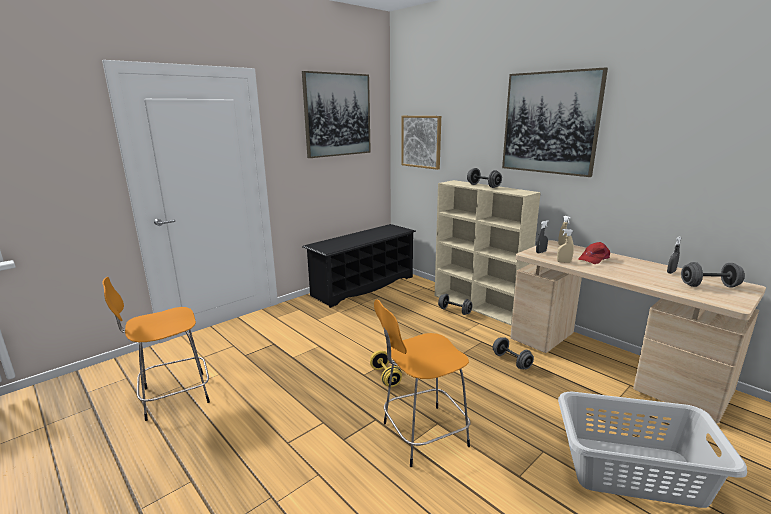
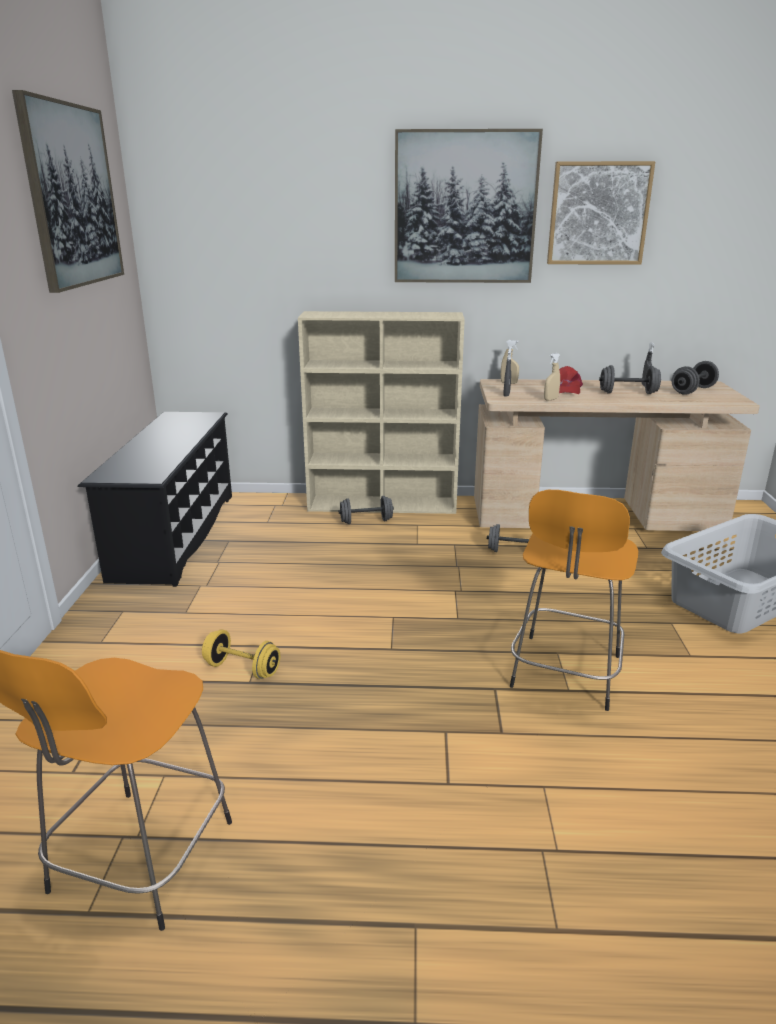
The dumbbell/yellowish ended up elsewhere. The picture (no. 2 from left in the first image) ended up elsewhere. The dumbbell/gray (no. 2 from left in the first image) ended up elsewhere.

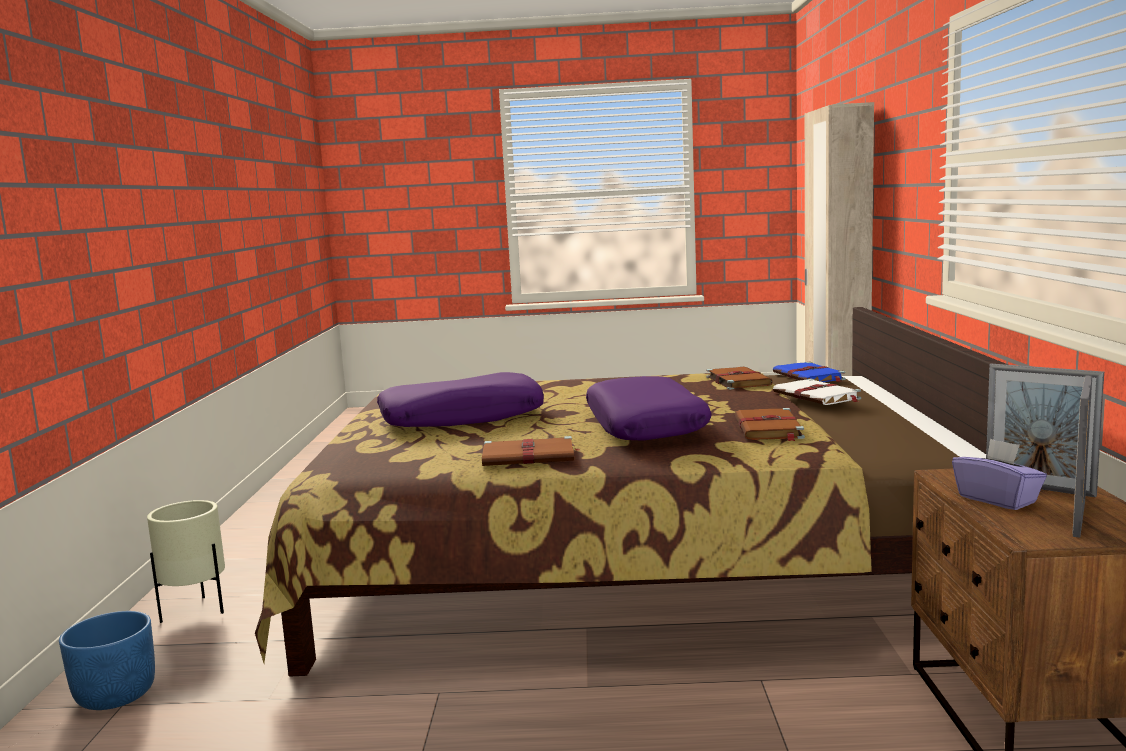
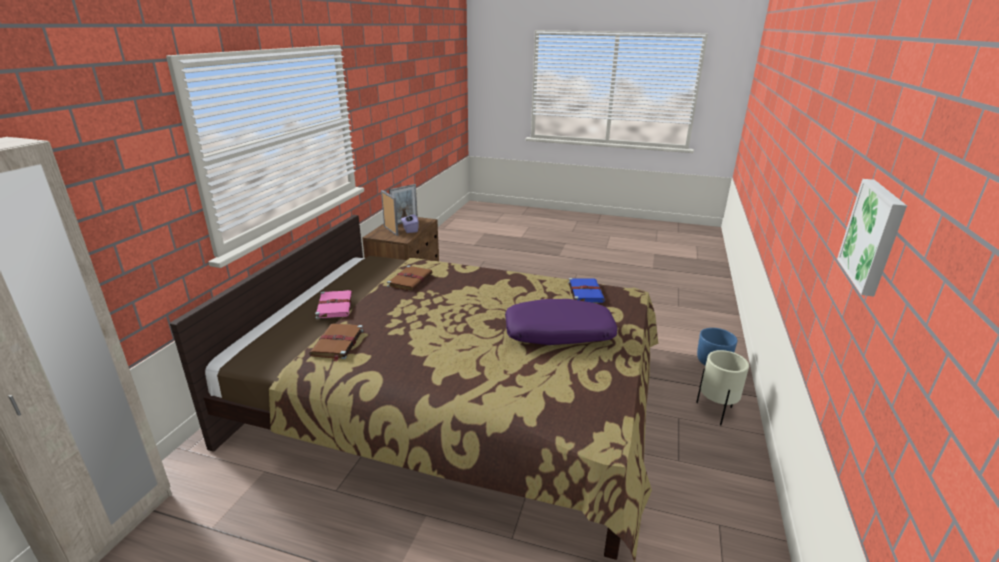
The second view lost the bound book/brown-coloured (no. 1 from left). The second view lost the throw pillow/purplish (no. 2 from left). The second view gained the picture. The bound book/bluish ended up elsewhere. What was the bound book/whitish turned into the bound book/pink.

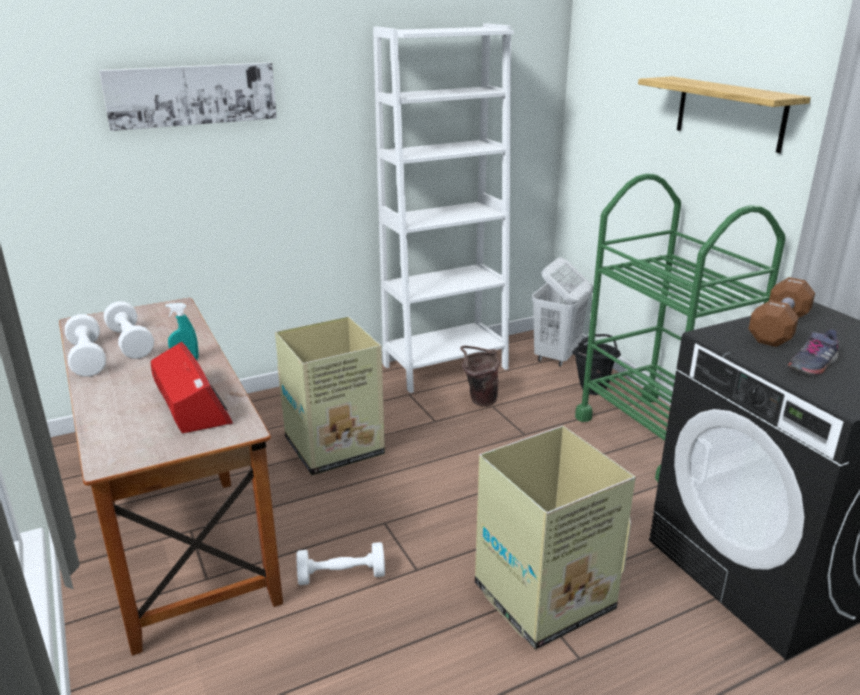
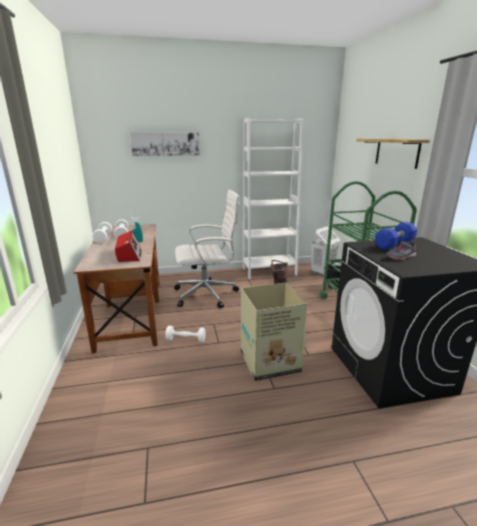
Where the cardboard box (no. 1 from left) stood, the computer chair/whitish came to stand. What was the dumbbell/brown-coloured turned into the dumbbell/bluish.

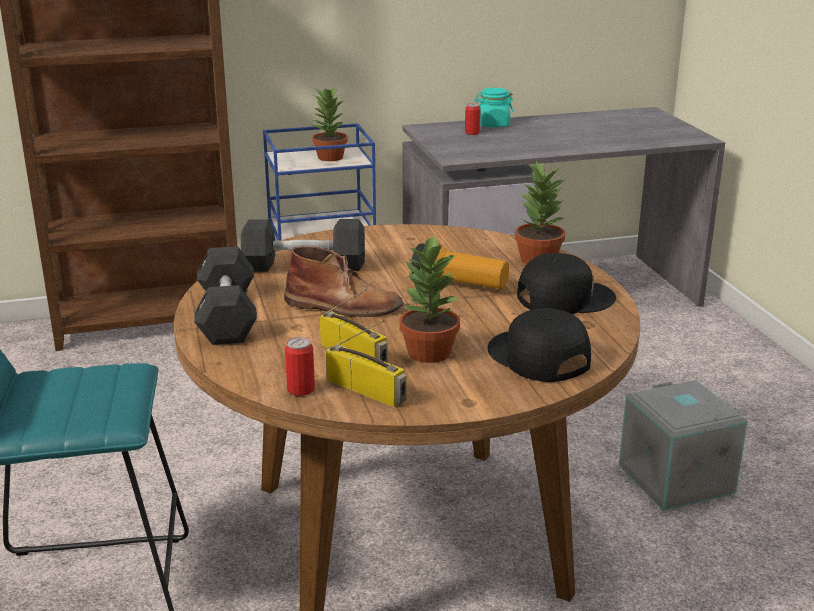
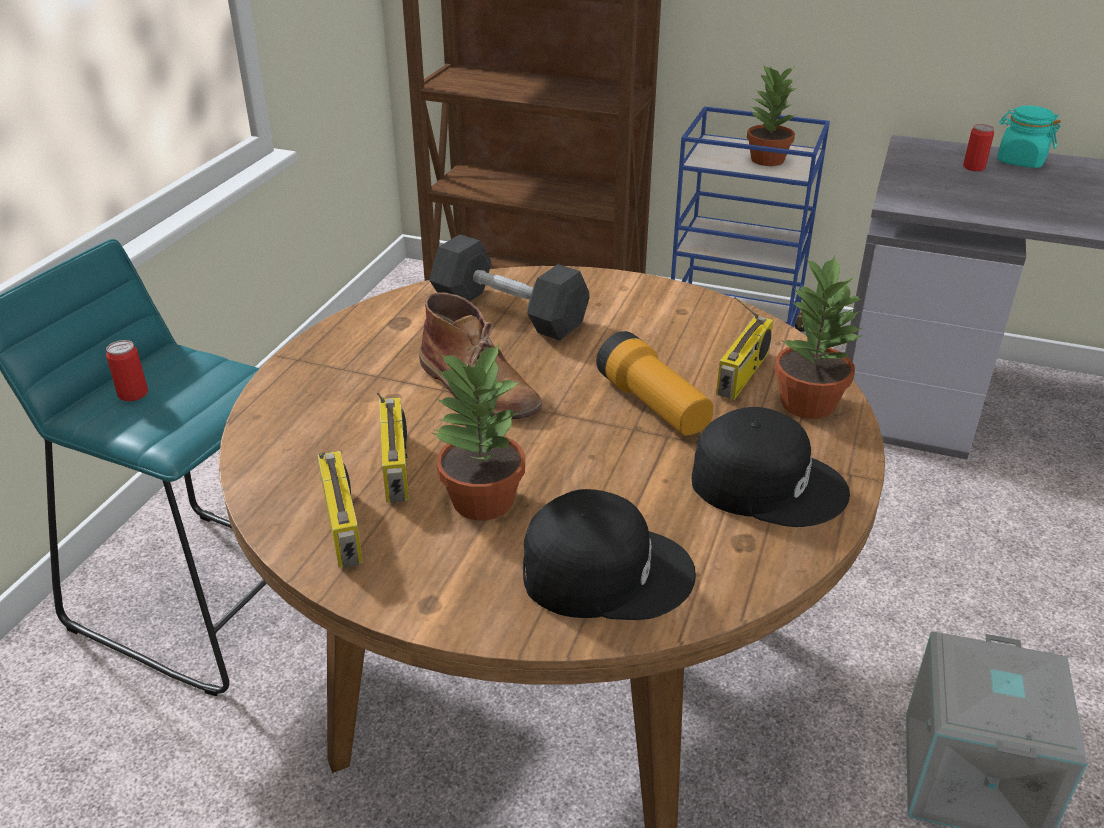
The second view lost the dumbbell/black-coloured (no. 1 from left). The second view gained the radio (no. 3 from left). The can (no. 1 from left) ended up elsewhere. The baseball cap/black-coloured (no. 1 from left) ended up facing another way, 90 degrees clockwise from before.

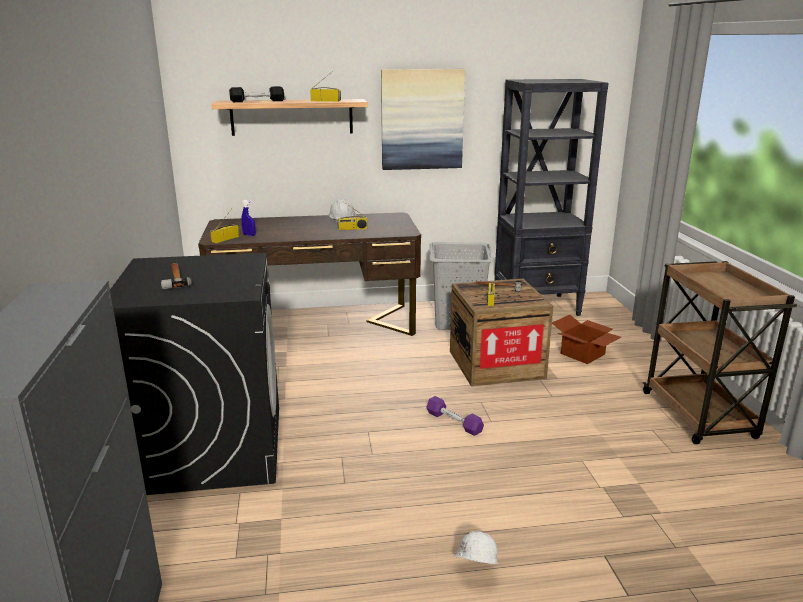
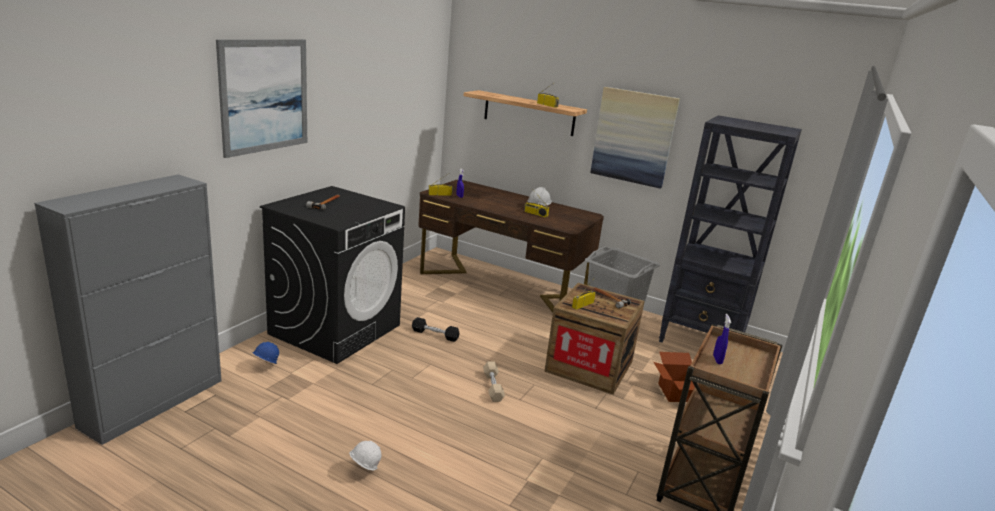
The second view gained the picture (no. 1 from left). The second view gained the work helmet/bluish. The second view gained the sprayer/bluish (no. 2 from left). The dumbbell/black-coloured ended up elsewhere. What was the dumbbell/purplish turned into the dumbbell/beige-coloured.

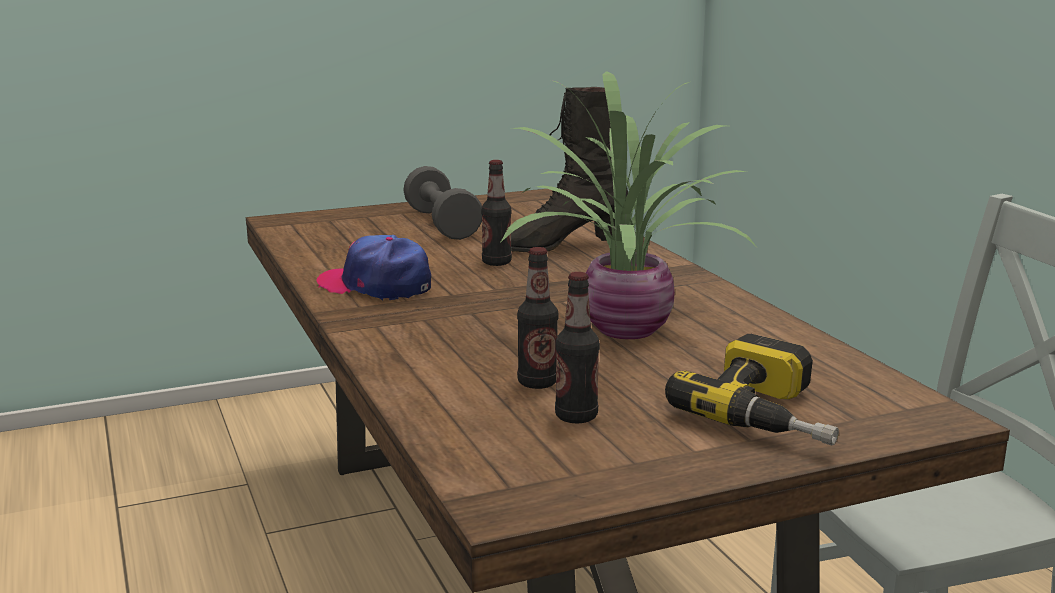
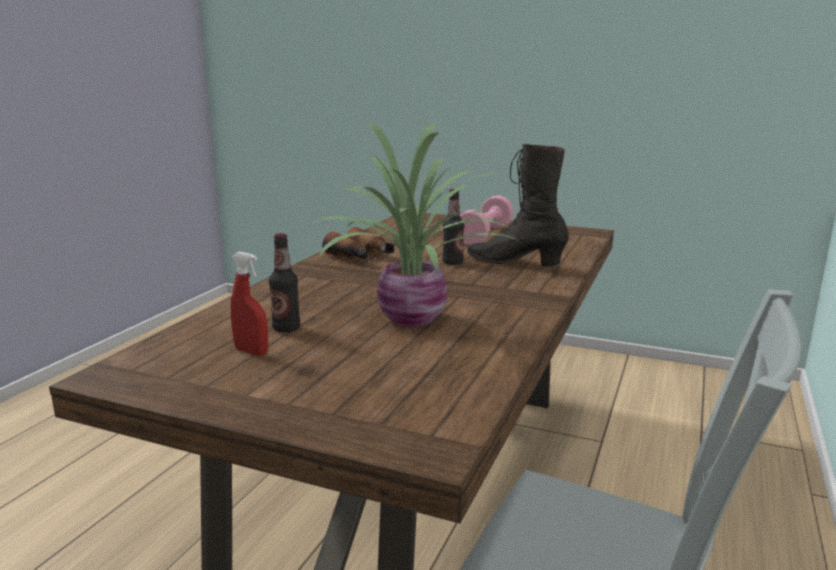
The second view lost the drill. Where the baseball cap stood, the binoculars came to stand. Where the beverage bottle (no. 3 from left) stood, the sprayer/red came to stand. What was the dumbbell/gray turned into the dumbbell/pink.

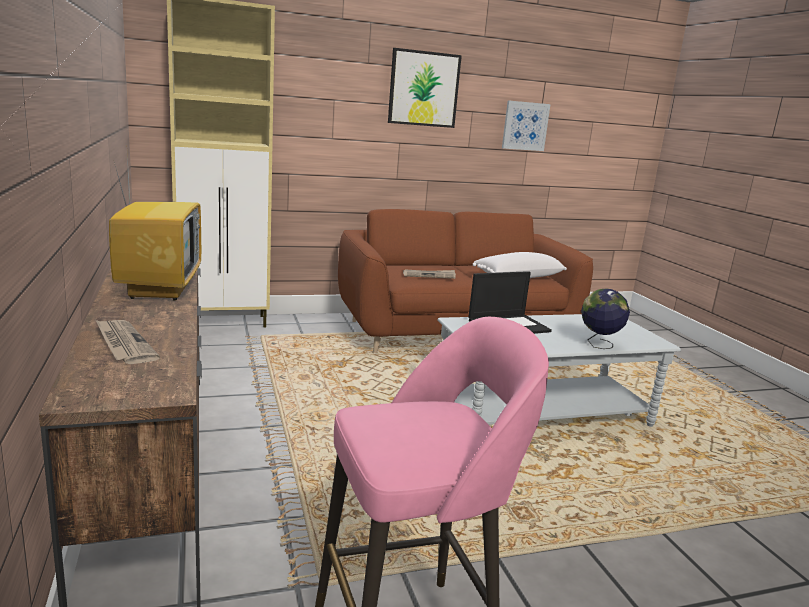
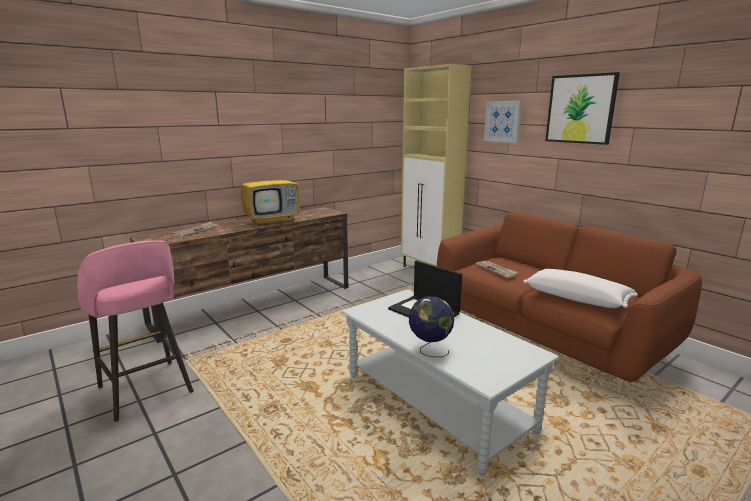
The picture (no. 2 from left in the first image) ended up elsewhere.

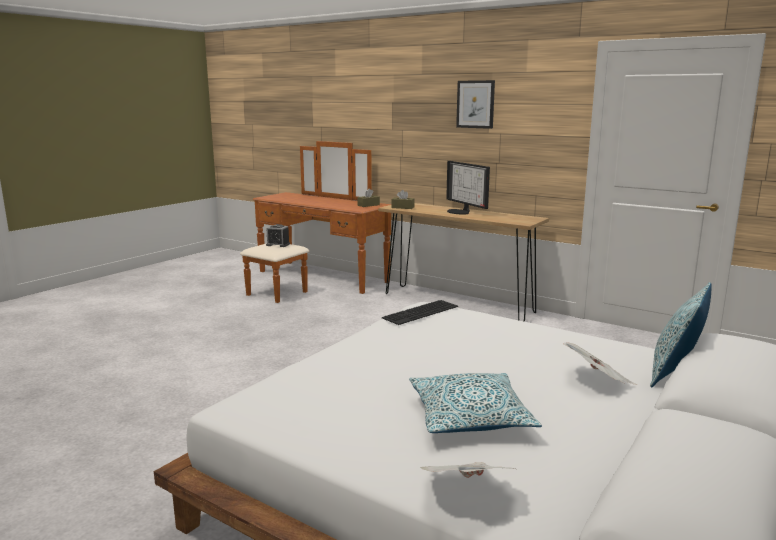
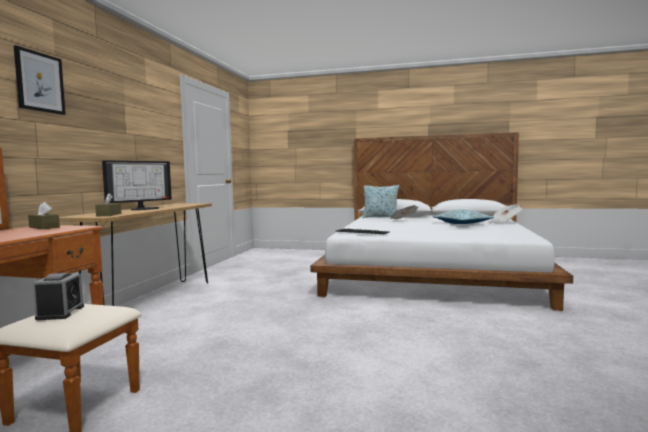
The picture ended up elsewhere.

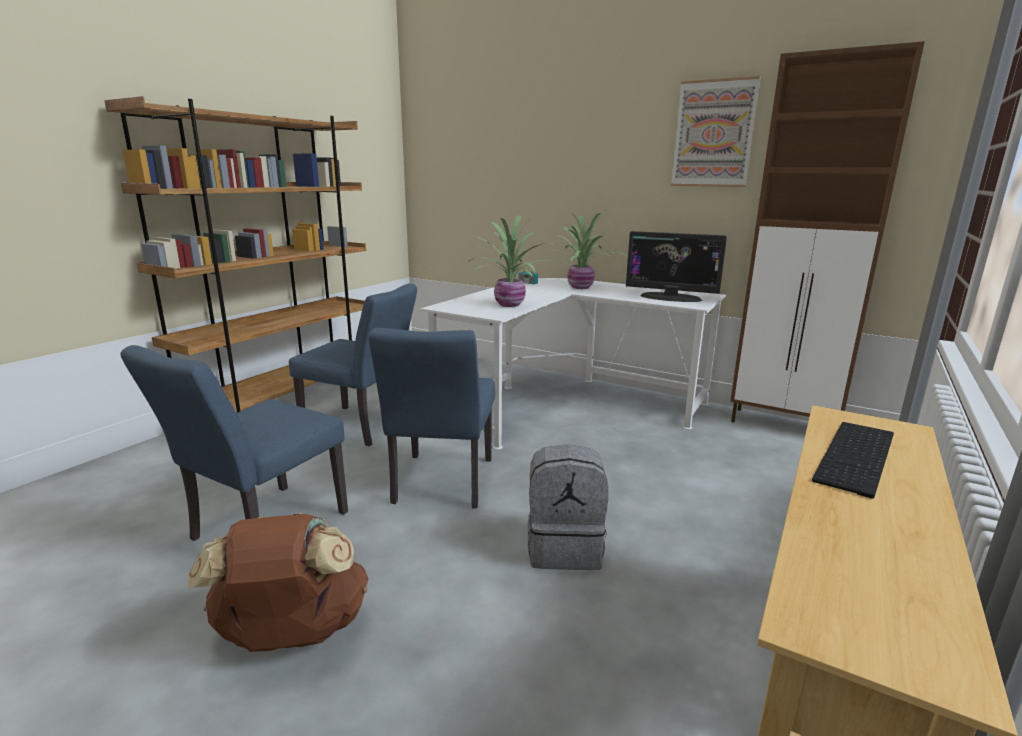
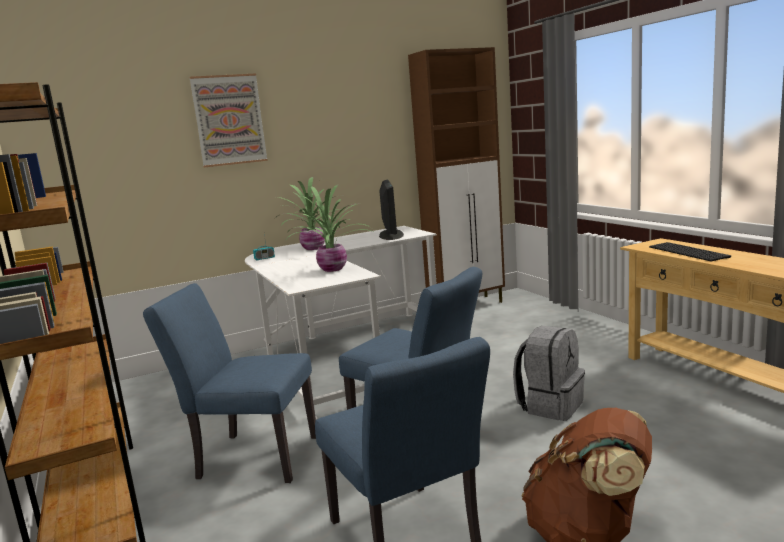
The picture ended up elsewhere. The upright chair/bluish (no. 2 from left in the first image) ended up facing another way, 135 degrees counterclockwise from before. The monitor ended up facing another way, 60 degrees counterclockwise from before.

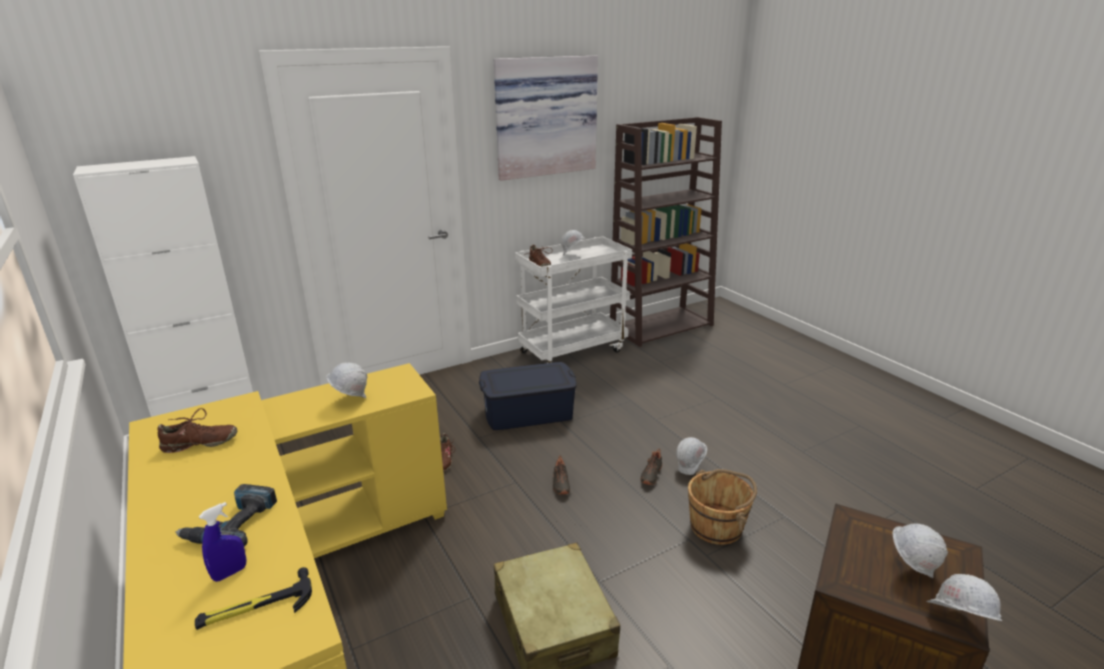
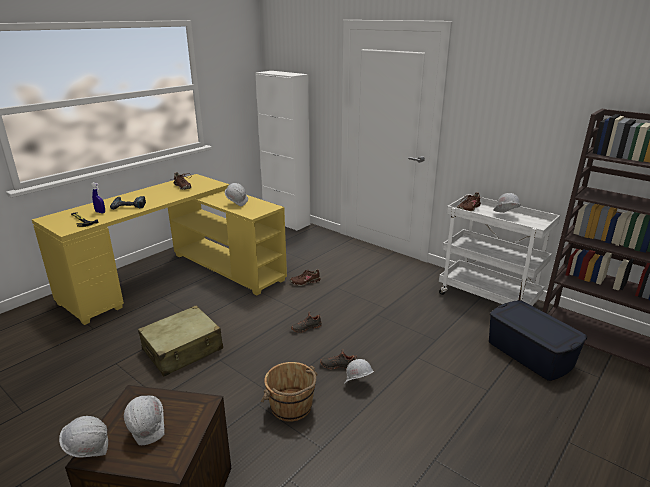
The second view lost the picture. The storage bin/bluish ended up elsewhere.

